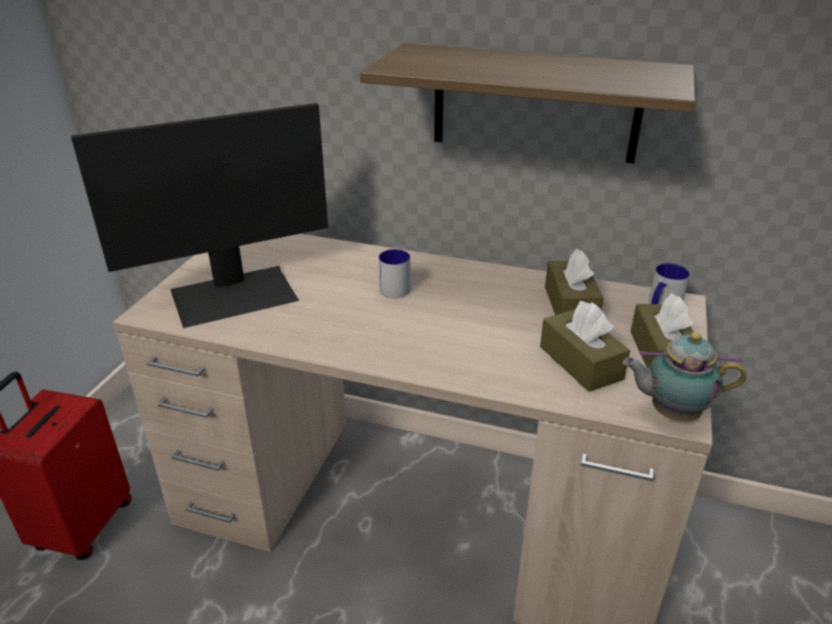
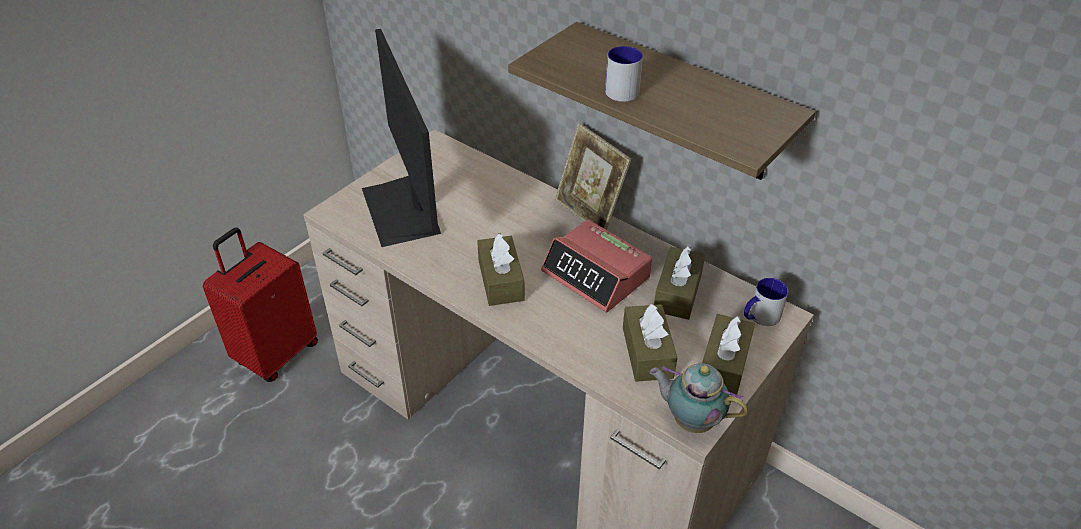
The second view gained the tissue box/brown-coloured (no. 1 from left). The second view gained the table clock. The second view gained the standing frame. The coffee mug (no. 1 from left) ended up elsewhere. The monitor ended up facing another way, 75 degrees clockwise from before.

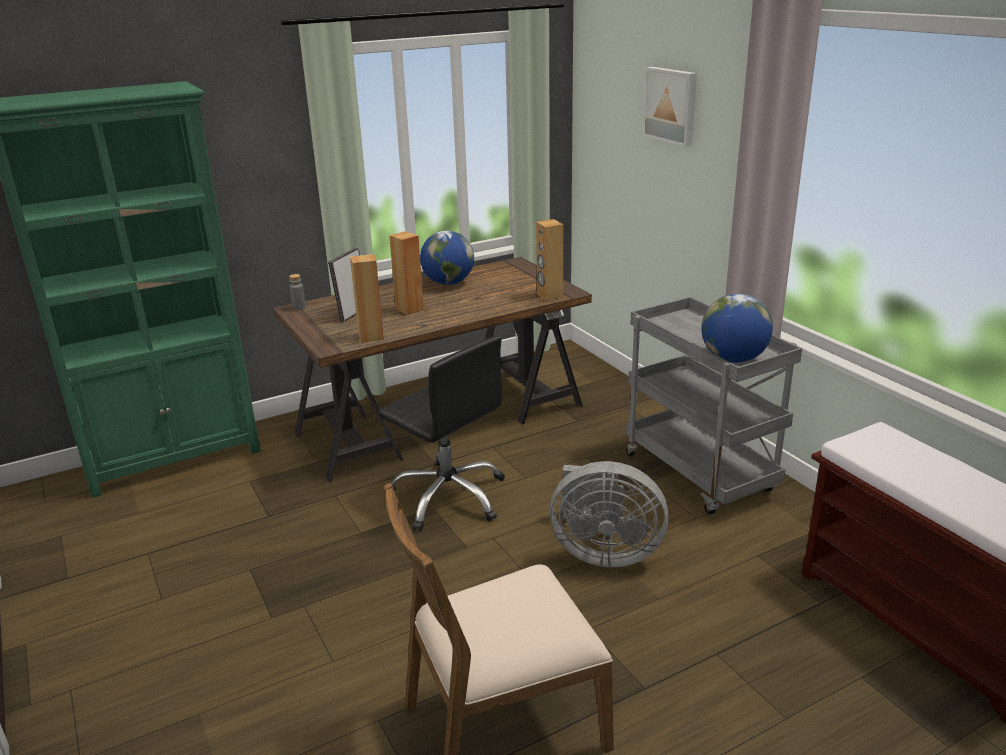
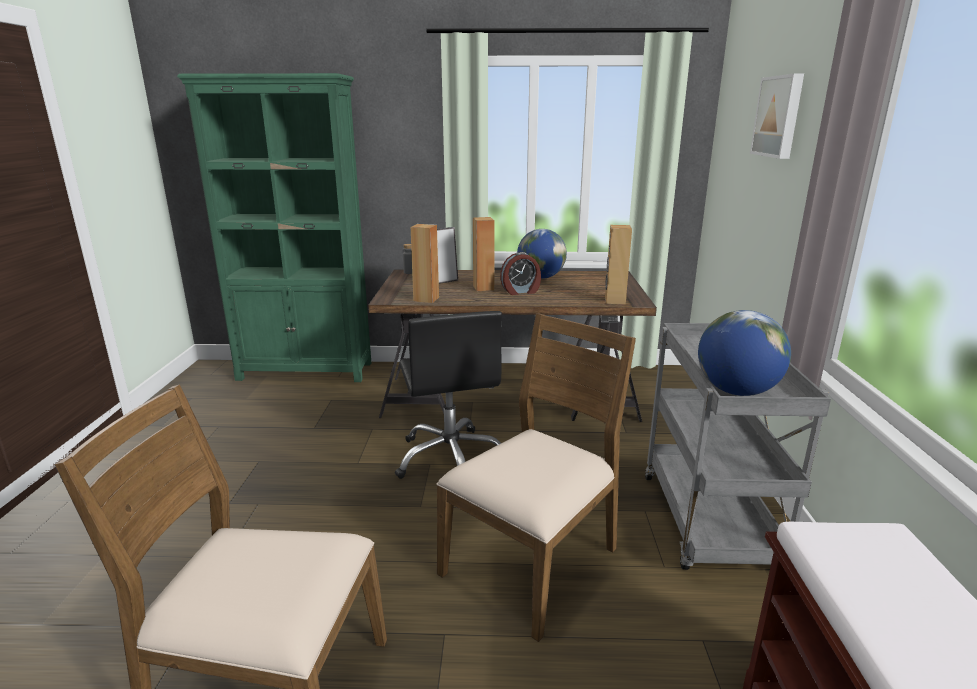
The second view gained the table clock. Where the electric fan/gray stood, the upright chair/brown-coloured (no. 2 from left) came to stand.

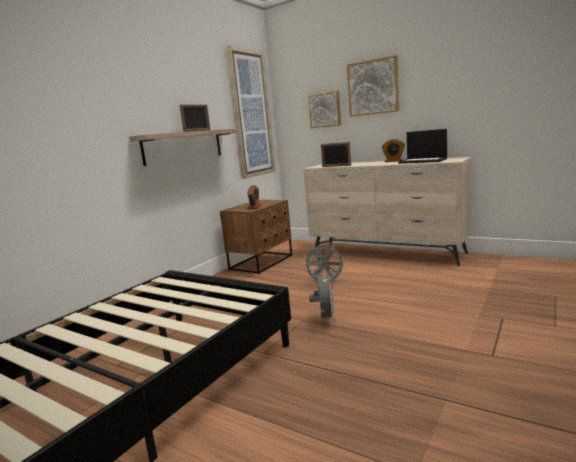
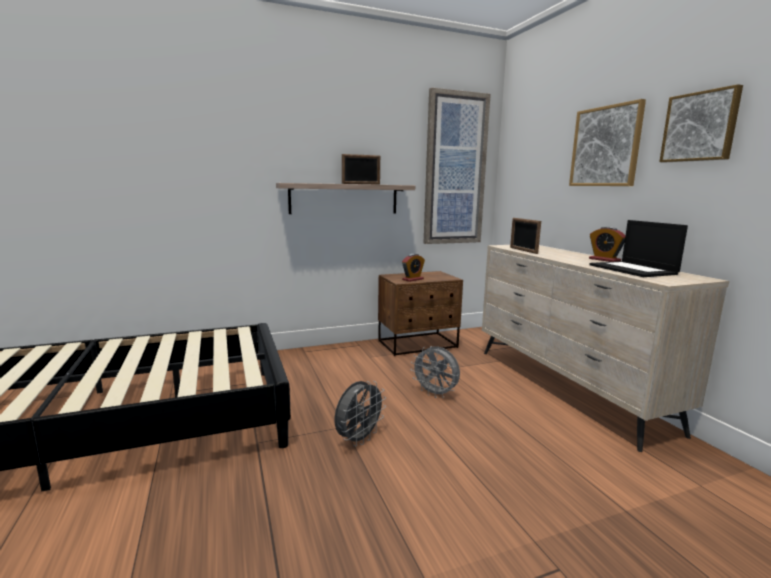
The picture (no. 2 from left in the first image) ended up elsewhere.

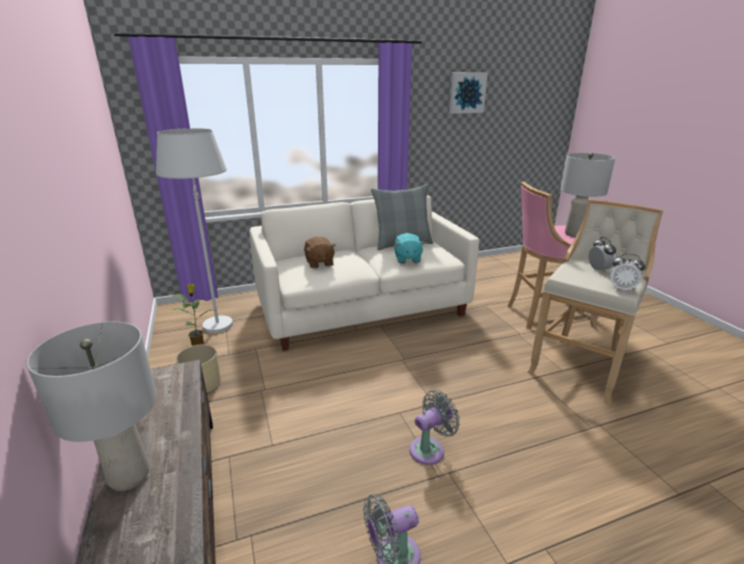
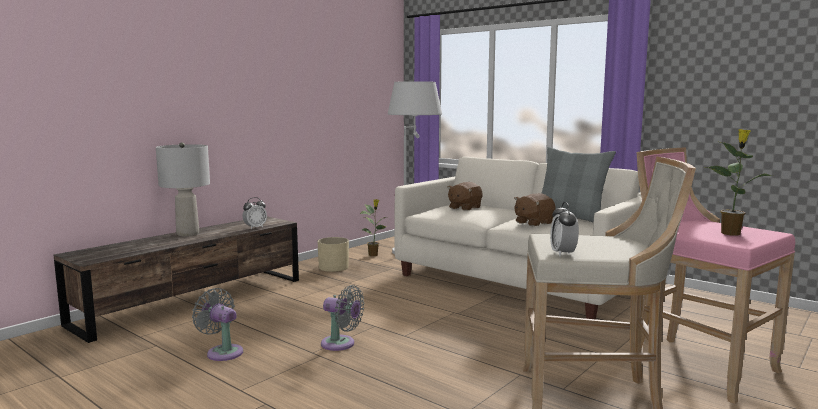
The second view lost the picture. The table clock (no. 1 from left) ended up elsewhere. Where the lamp for a table/gray (no. 2 from left) stood, the plant in a pot (no. 2 from left) came to stand. What was the plush toy/turquoise turned into the plush toy/brown-coloured (no. 2 from left).

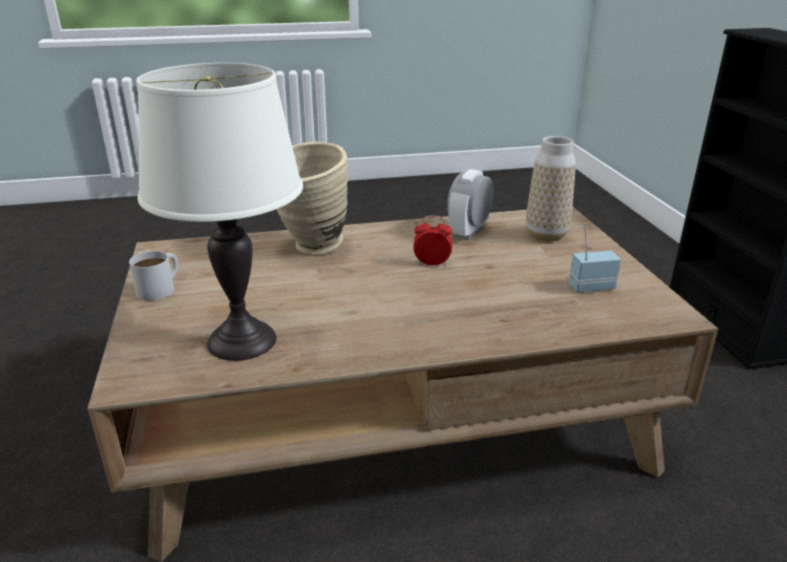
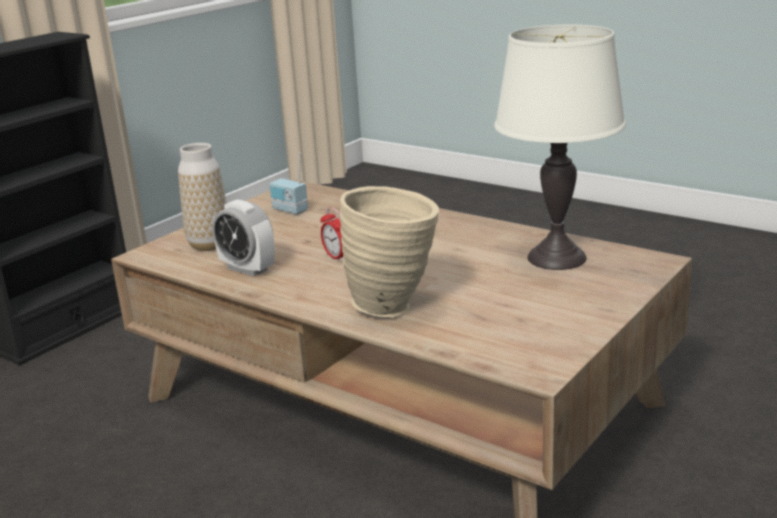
The second view lost the coffee mug/whitish. The table clock (no. 2 from left in the first image) ended up facing another way, 45 degrees clockwise from before.

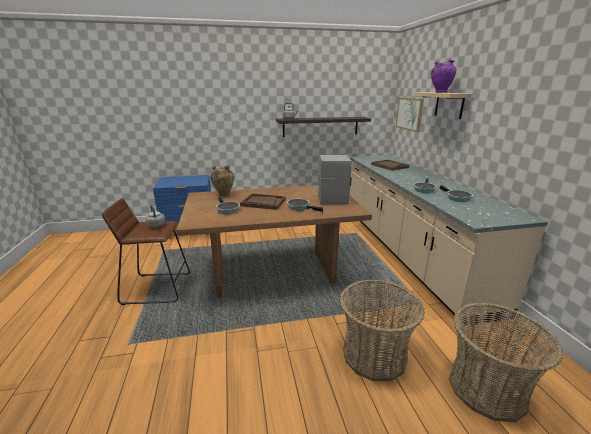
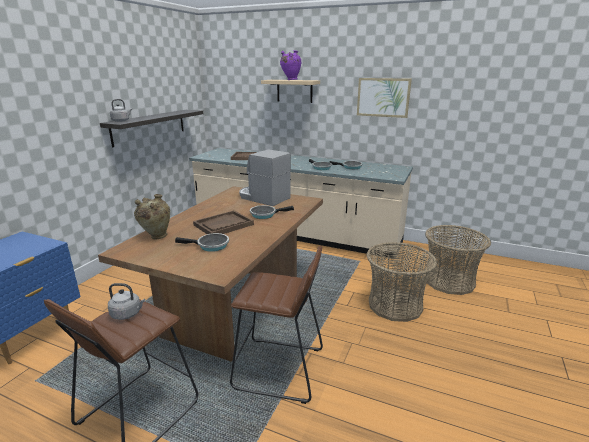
The second view gained the stool seat/brown-coloured (no. 2 from left). The picture ended up elsewhere.

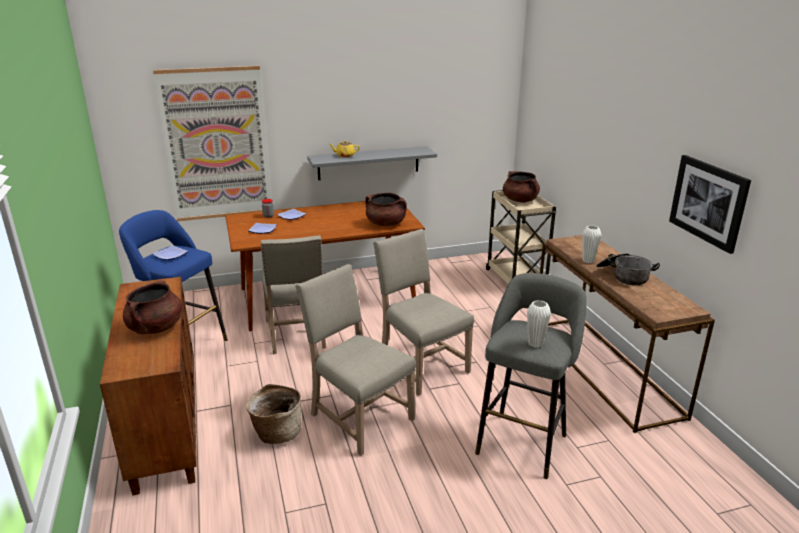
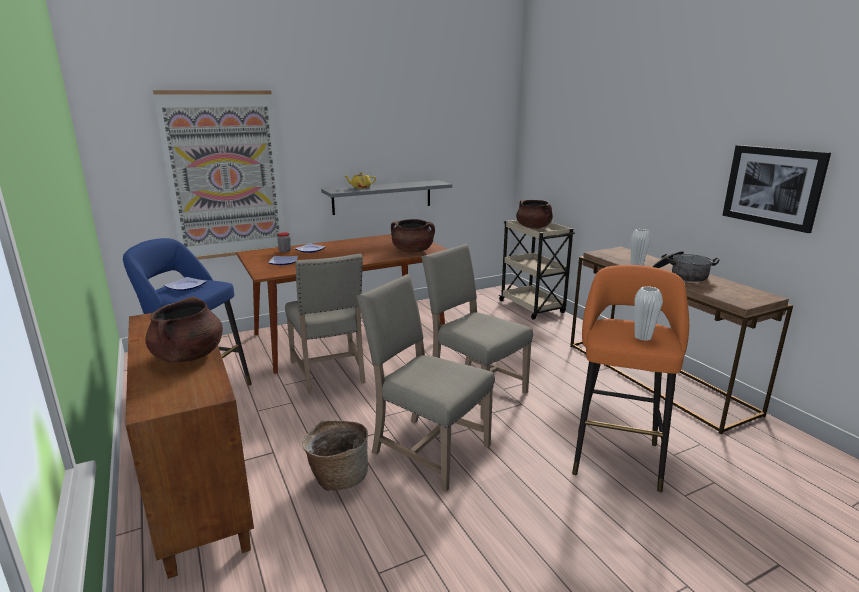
What was the stool seat/gray turned into the stool seat/orange.

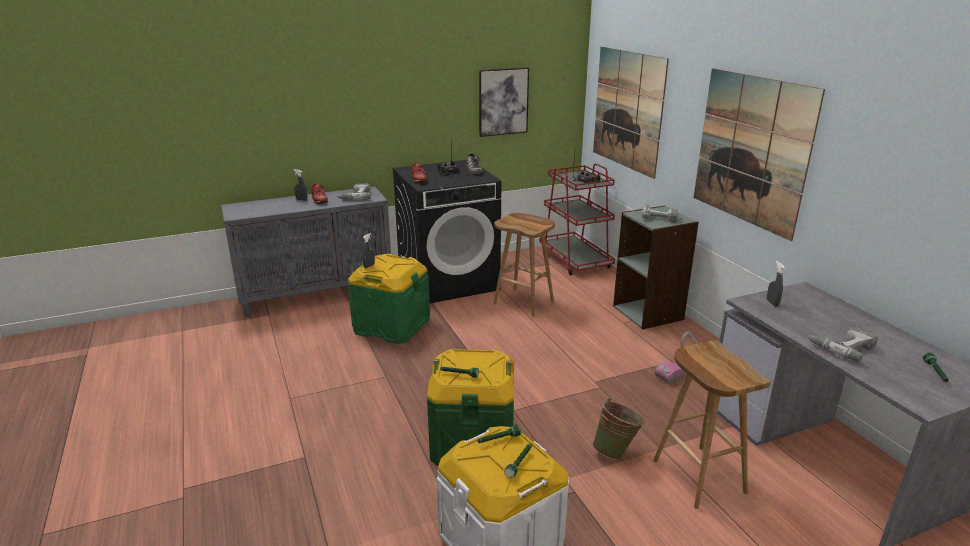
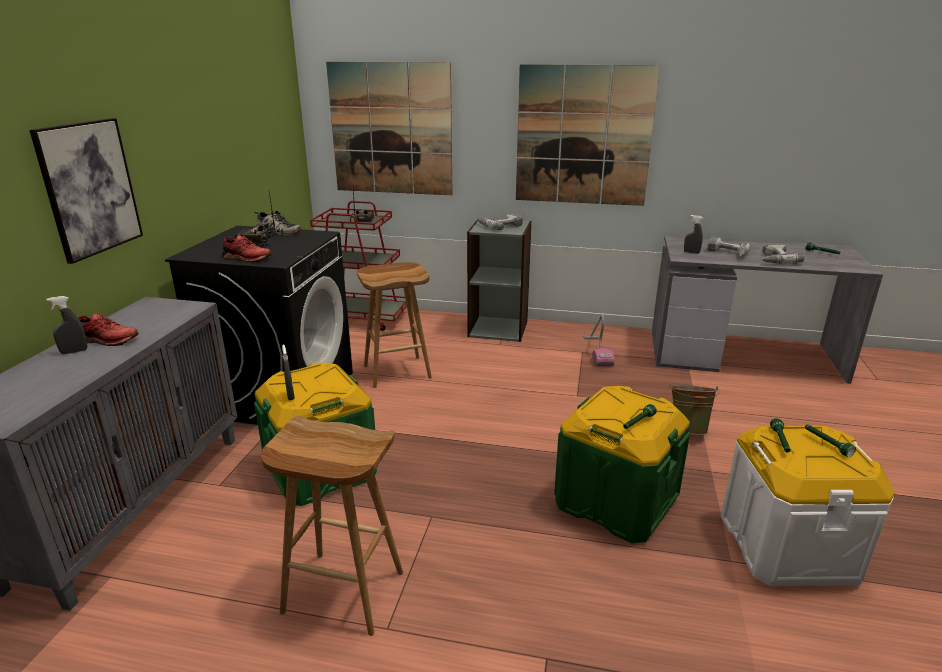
The drill (no. 1 from left in the first image) ended up elsewhere. The picture (no. 1 from left) ended up elsewhere. The stool seat/brown-coloured (no. 2 from left in the first image) ended up elsewhere.

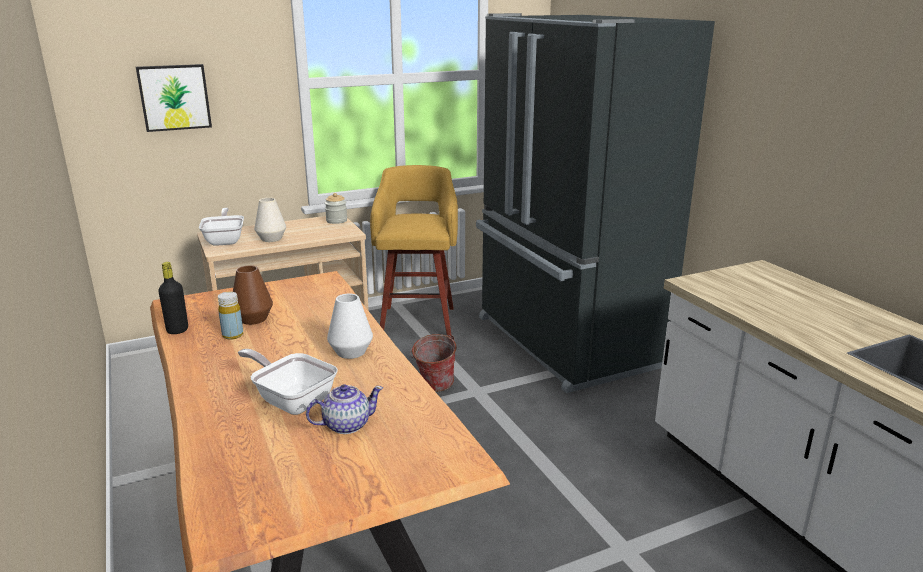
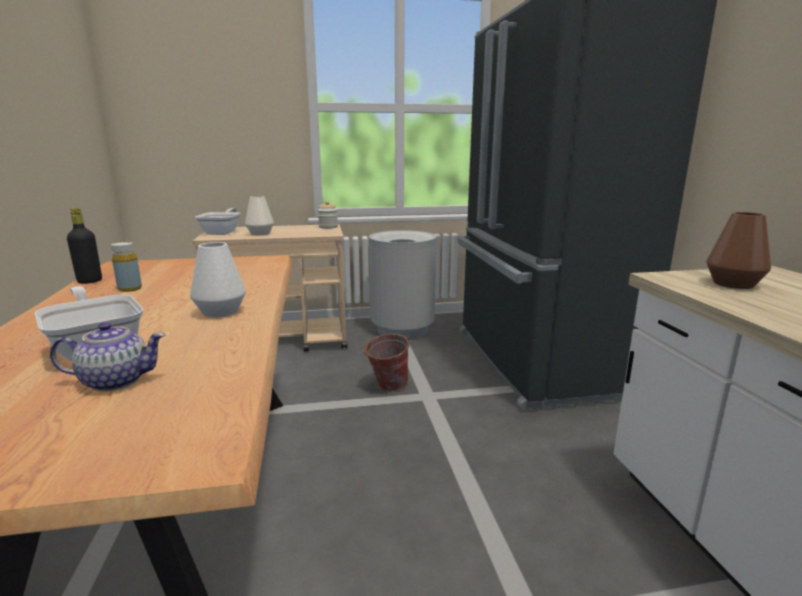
The second view lost the picture. The decorative vase/brown-coloured ended up elsewhere. Where the stool seat/yellowish stood, the trash can/gray came to stand.

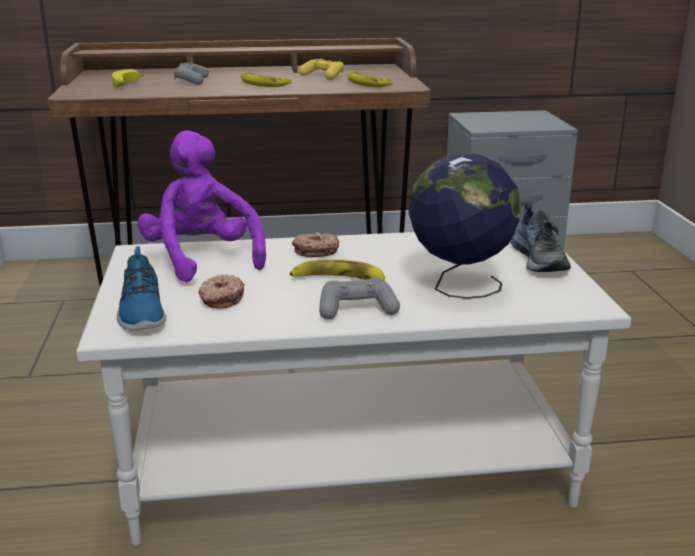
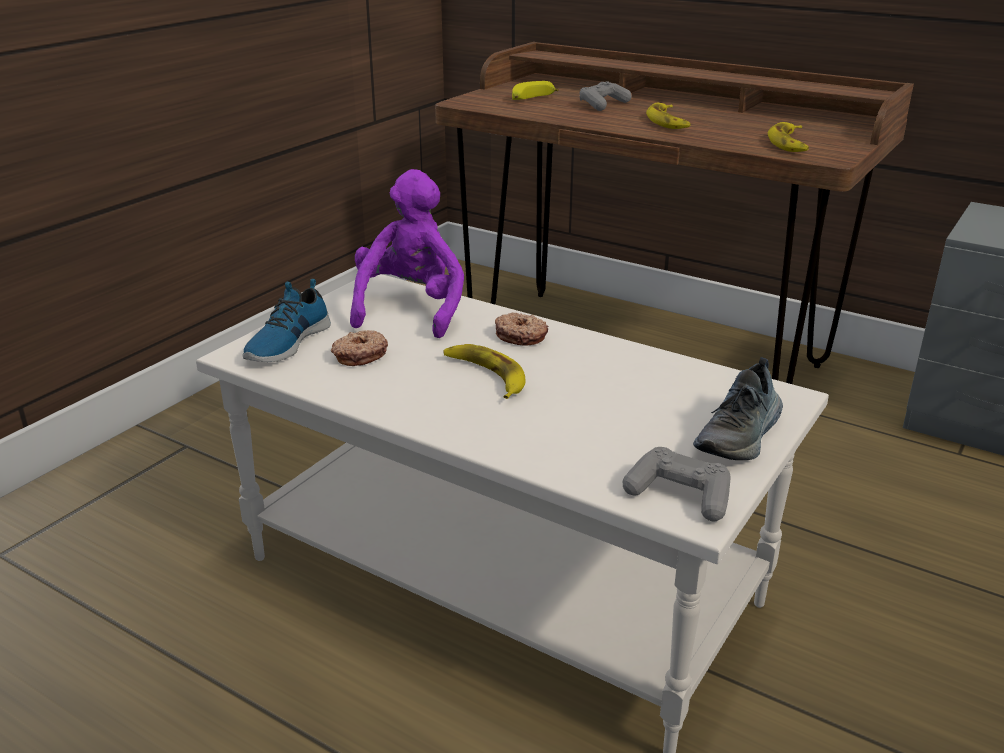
The second view lost the gamepad/yellowish. The second view lost the globe. The gamepad/gray (no. 2 from left) ended up elsewhere.

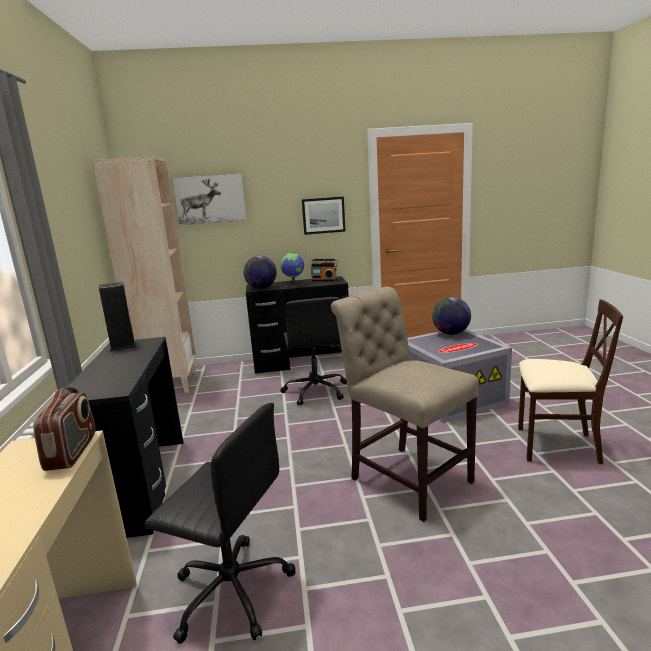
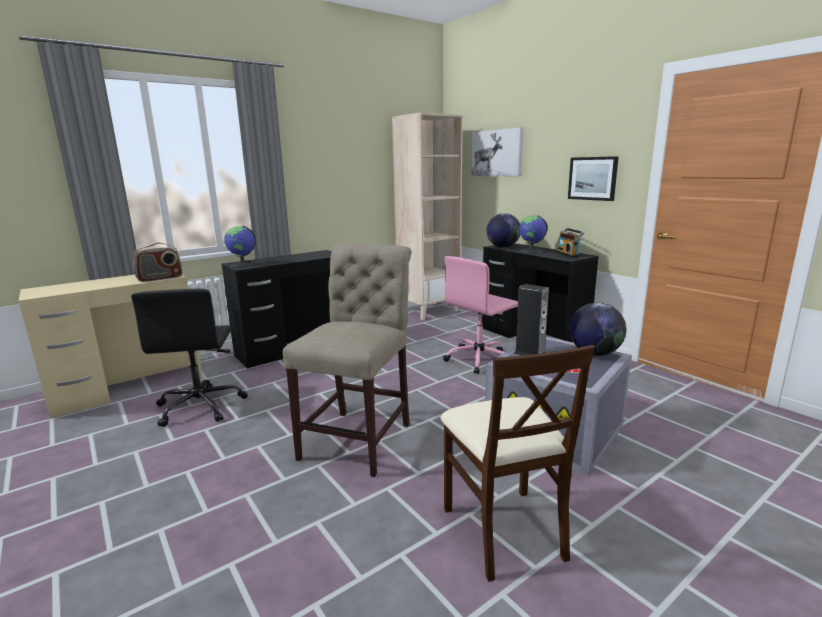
The second view gained the globe (no. 1 from left). The audio speaker ended up elsewhere. What was the computer chair/black-coloured (no. 2 from left) turned into the computer chair/pink.

